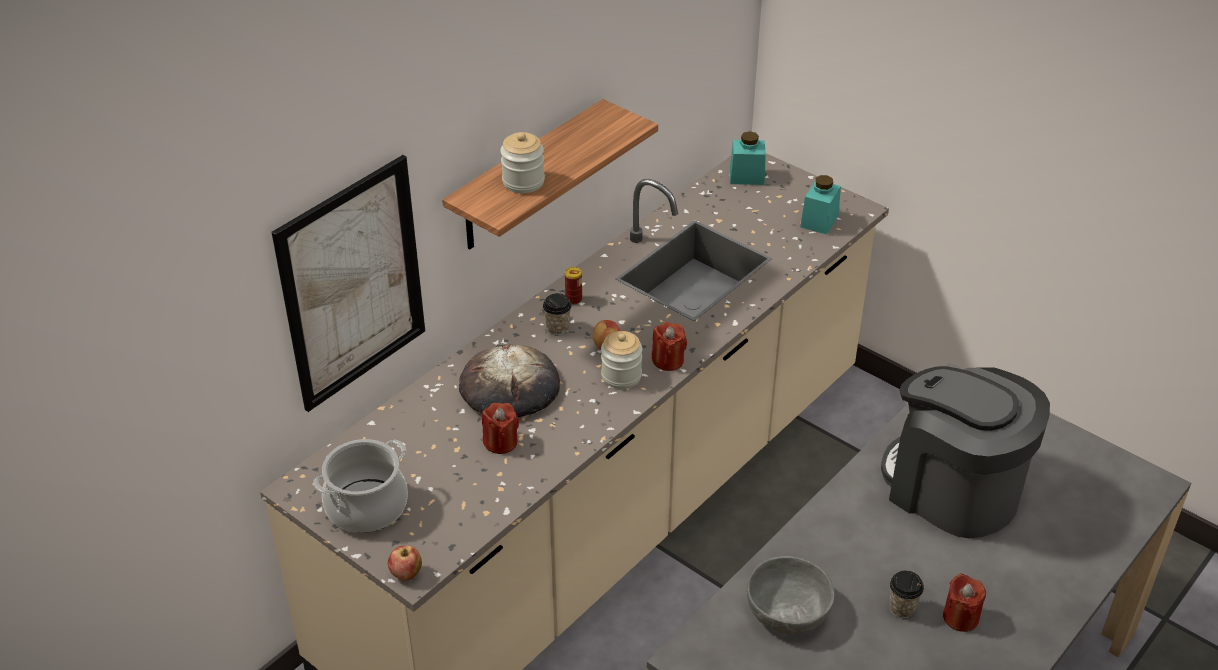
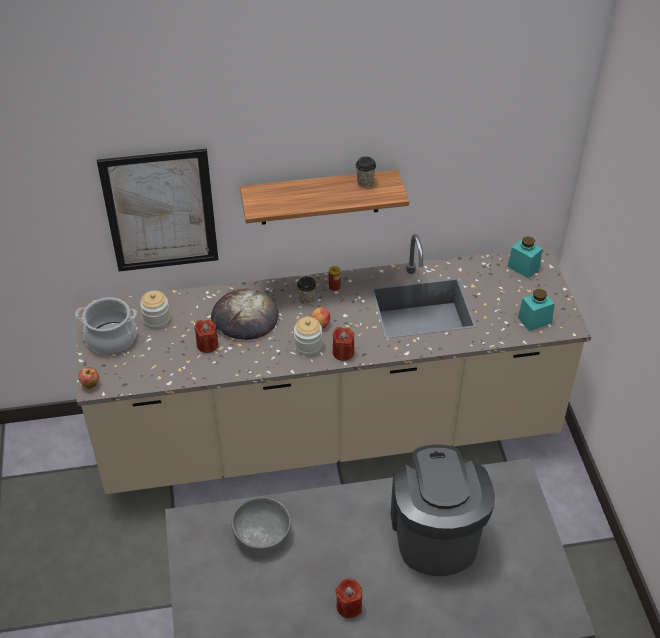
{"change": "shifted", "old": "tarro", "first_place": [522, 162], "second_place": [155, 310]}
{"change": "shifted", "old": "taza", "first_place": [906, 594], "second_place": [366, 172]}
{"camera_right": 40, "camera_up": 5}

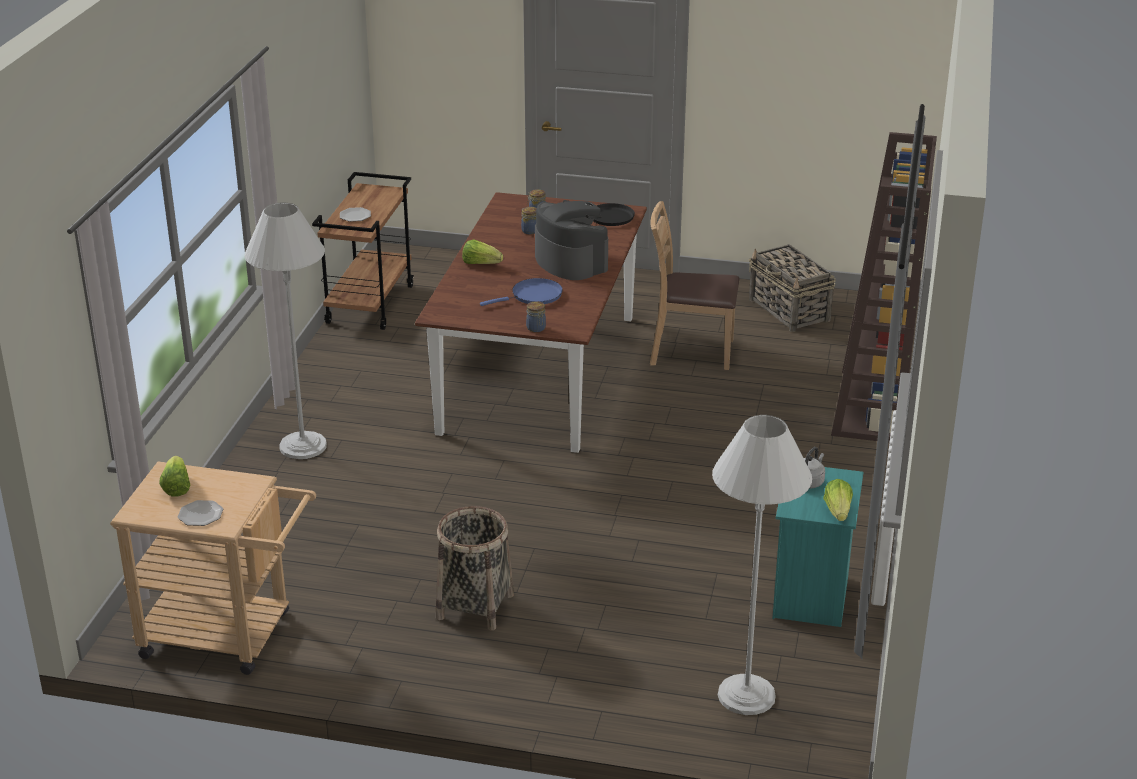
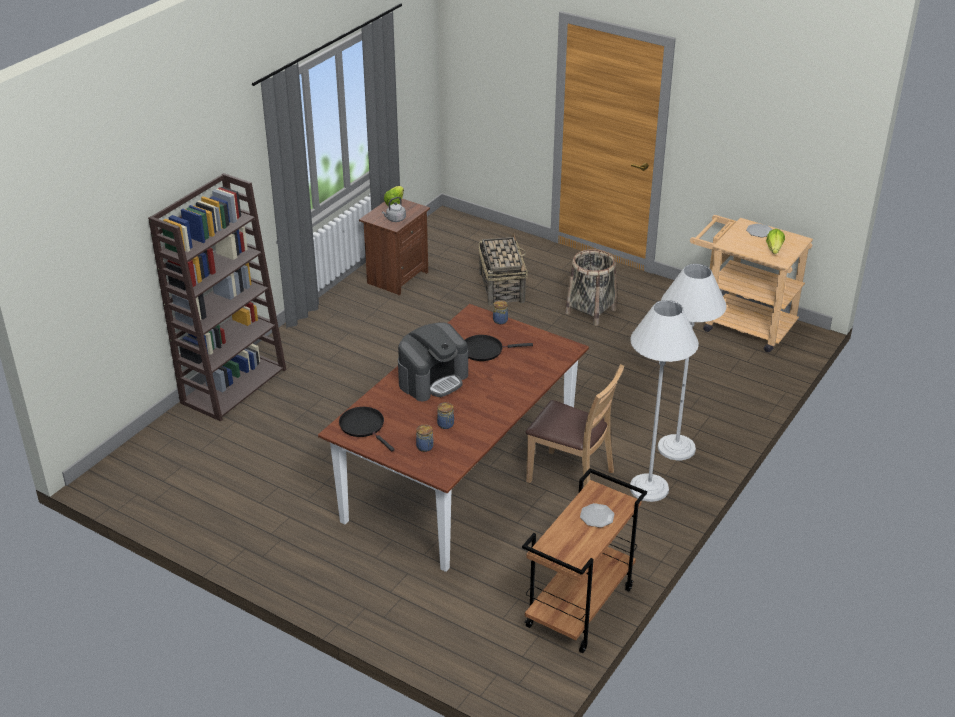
{"change": "gone", "old": "lechuga", "first_place": [482, 251]}
{"change": "repainted", "old": "sartén (azul)", "new": "sartén (negro)", "first_place": [521, 292], "second_place": [499, 348]}
{"change": "rotated", "old": "cafetera", "first_place": [571, 240], "second_place": [433, 361], "degrees": -120}
{"change": "shifted", "old": "silla (marrón)", "first_place": [694, 285], "second_place": [575, 425]}
{"change": "shifted", "old": "lámpara de pie (blanco)", "first_place": [762, 565], "second_place": [664, 401]}
{"change": "shifted", "old": "cesta", "first_place": [792, 288], "second_place": [503, 269]}
{"change": "repainted", "old": "mesita de noche (turquesa)", "new": "mesita de noche (marrón)", "first_place": [818, 547], "second_place": [394, 247]}
{"camera_right": -160, "camera_up": 5}

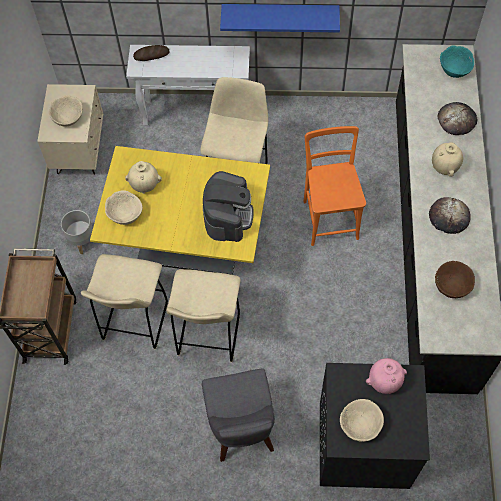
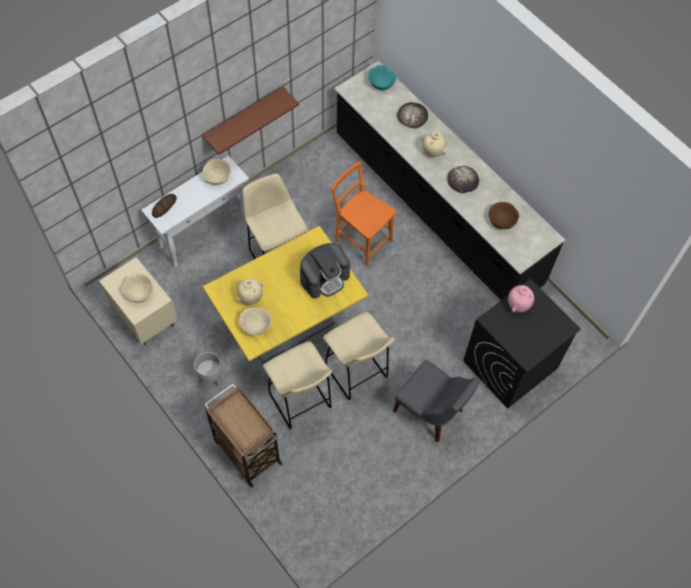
{"change": "rotated", "old": "cafetera", "first_place": [228, 206], "second_place": [325, 270], "degrees": 90}
{"change": "repainted", "old": "estante (azul)", "new": "estante (marrón)", "first_place": [280, 18], "second_place": [250, 121]}
{"change": "shifted", "old": "cuenco (beis)", "first_place": [362, 420], "second_place": [216, 172]}
{"camera_right": -45, "camera_up": 0}

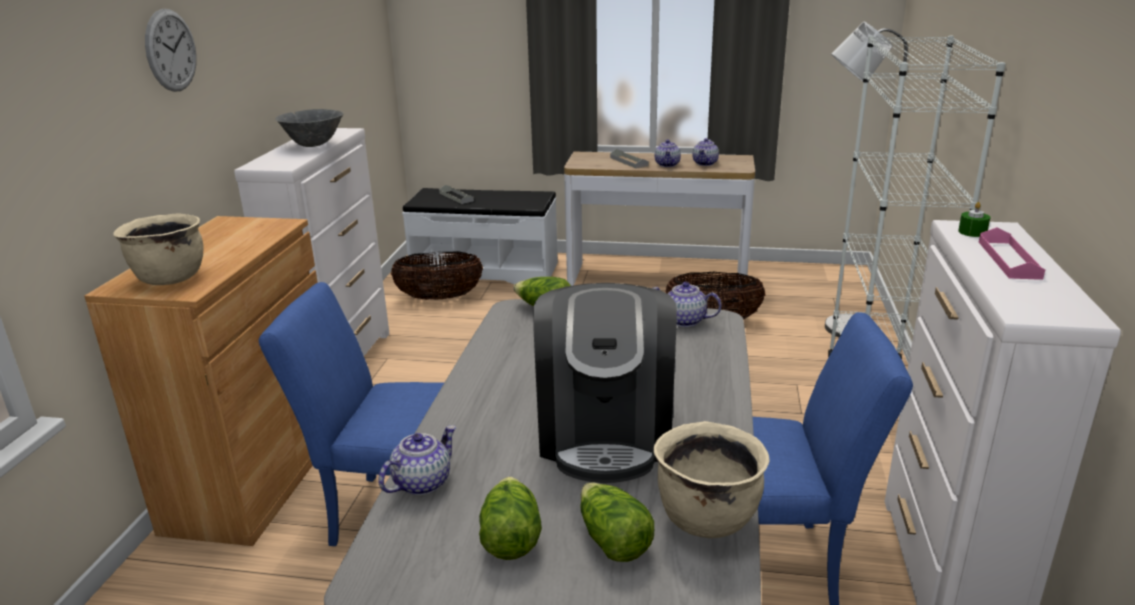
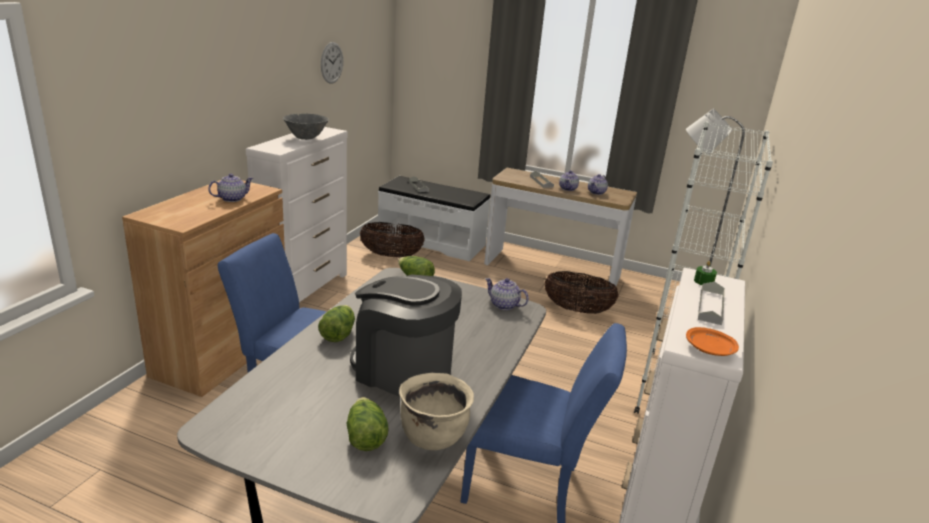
{"change": "gone", "old": "olla (beis)", "first_place": [158, 249]}
{"change": "shifted", "old": "reloj de pared", "first_place": [171, 50], "second_place": [332, 63]}
{"change": "shifted", "old": "tetera", "first_place": [417, 460], "second_place": [230, 188]}
{"change": "shifted", "old": "lechuga", "first_place": [510, 518], "second_place": [336, 323]}
{"change": "rotated", "old": "cafetera", "first_place": [605, 383], "second_place": [406, 335], "degrees": 105}
{"change": "repainted", "old": "bandeja (rosa)", "new": "bandeja (gris)", "first_place": [1012, 253], "second_place": [711, 303]}
{"change": "new", "new": "plato (naranja)", "second_place": [712, 341]}
{"camera_right": 10, "camera_up": 0}

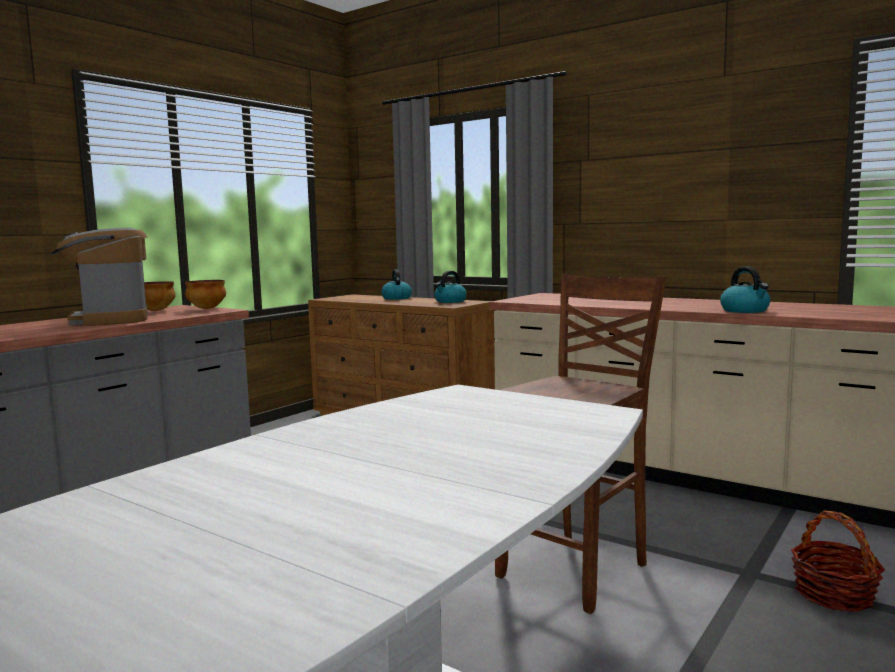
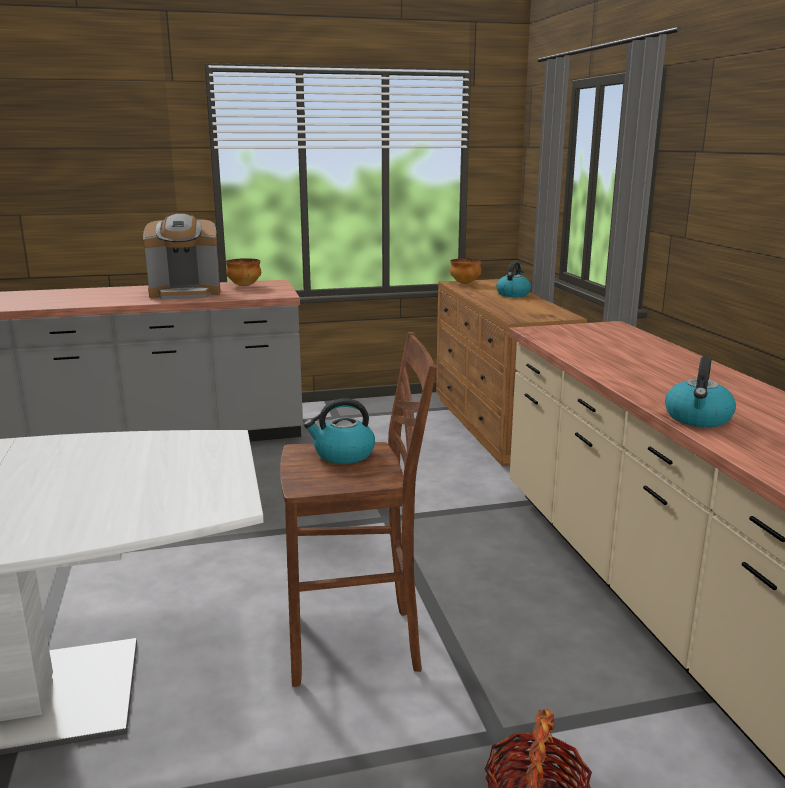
{"change": "rotated", "old": "cafetera", "first_place": [99, 277], "second_place": [181, 257], "degrees": -120}
{"change": "shifted", "old": "cuenco", "first_place": [205, 294], "second_place": [465, 271]}
{"change": "shifted", "old": "hervidor", "first_place": [450, 287], "second_place": [339, 431]}
{"camera_right": 40, "camera_up": 10}

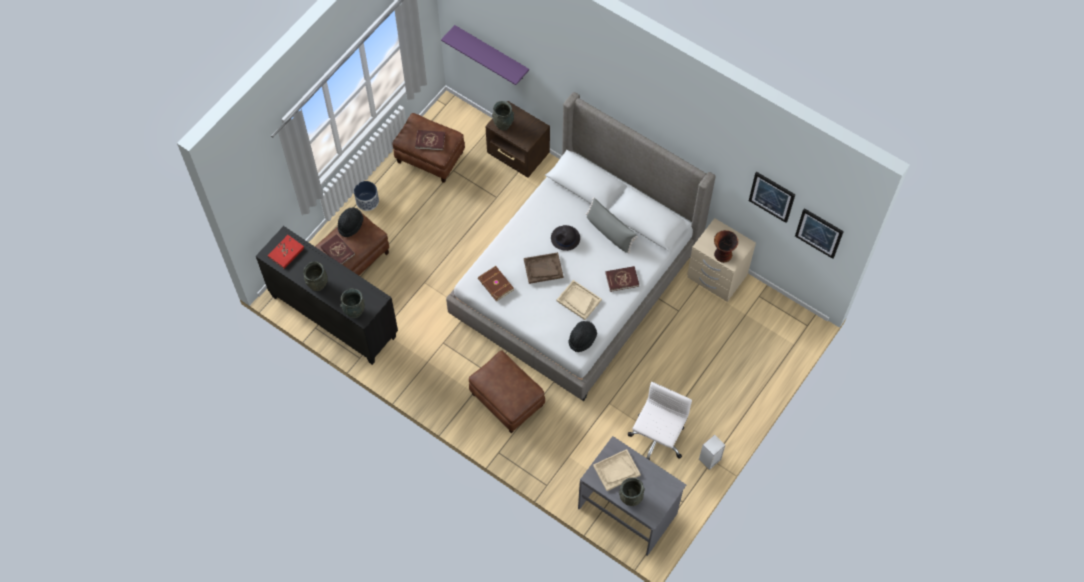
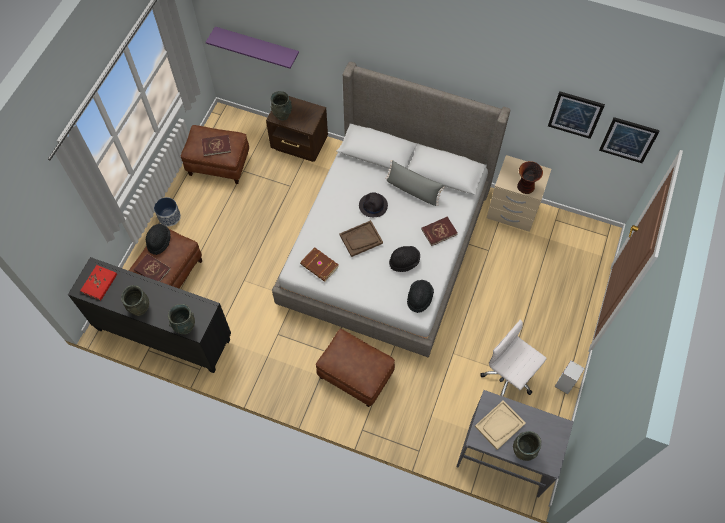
{"change": "swapped", "old": "bandeja (beis)", "new": "sombrero (negro)", "first_place": [579, 300], "second_place": [404, 259]}
{"change": "rotated", "old": "silla de oficina (blanco)", "first_place": [660, 421], "second_place": [514, 357], "degrees": -60}
{"camera_right": -15, "camera_up": 0}

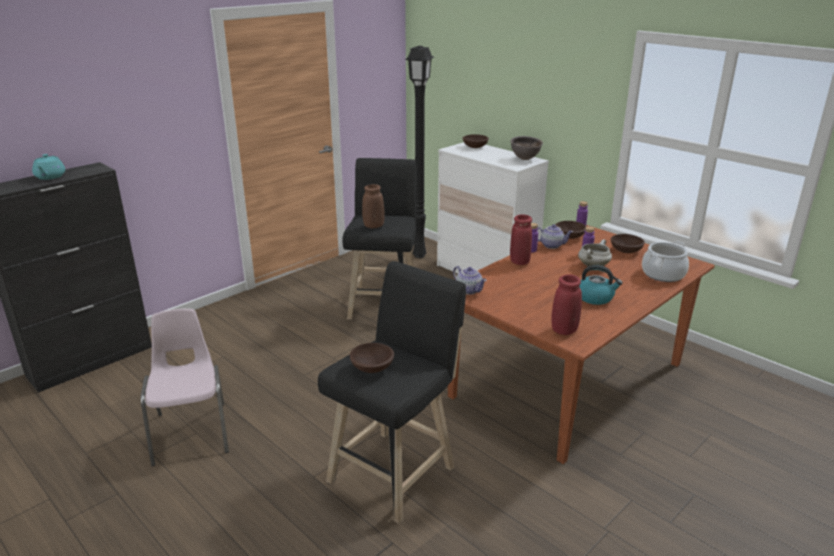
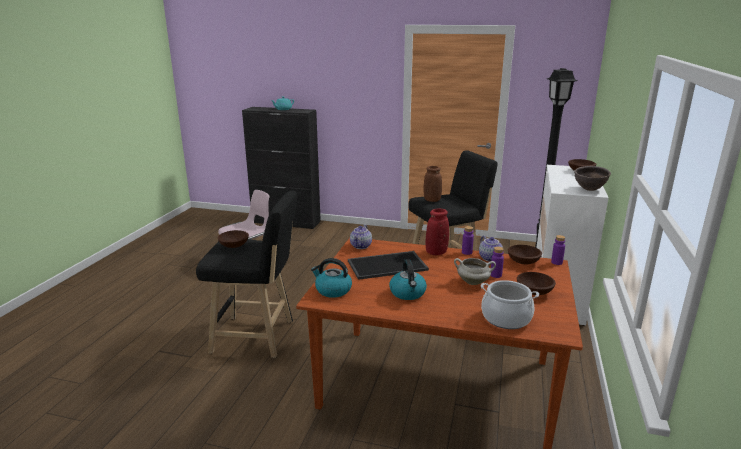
{"change": "swapped", "old": "florero (rojo)", "new": "hervidor", "first_place": [567, 304], "second_place": [331, 278]}
{"change": "new", "new": "bandeja", "second_place": [388, 265]}
{"camera_right": 60, "camera_up": -5}

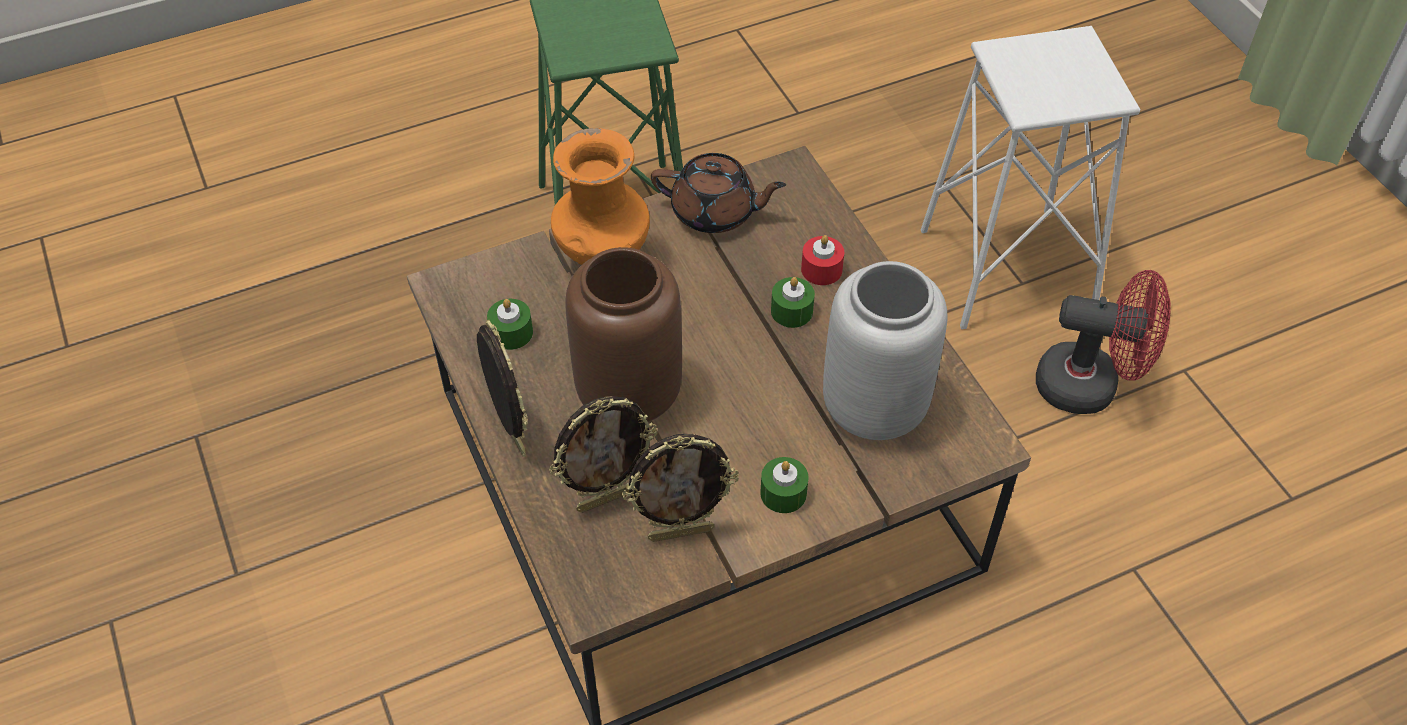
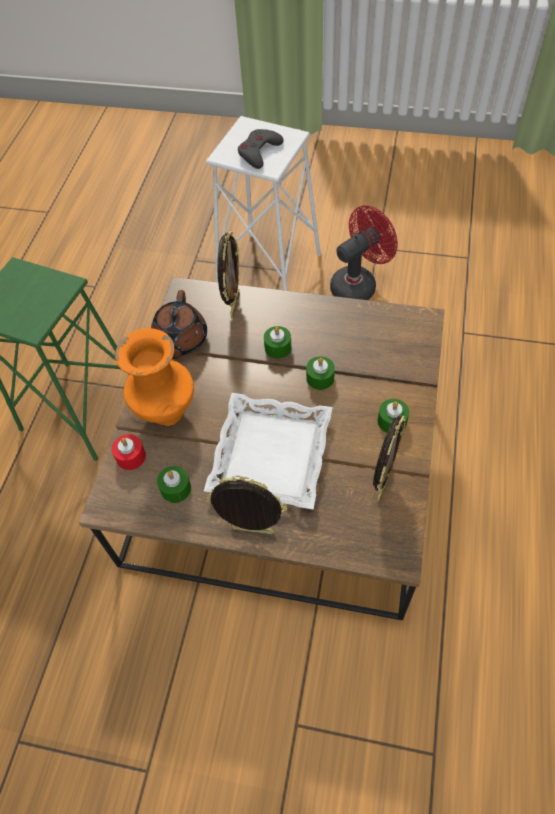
{"change": "shifted", "old": "portarretratos", "first_place": [603, 454], "second_place": [228, 274]}
{"change": "swapped", "old": "florero (marrón)", "new": "bandeja (blanco)", "first_place": [623, 334], "second_place": [268, 451]}
{"change": "rotated", "old": "tetera (marrón)", "first_place": [718, 193], "second_place": [179, 324], "degrees": 135}
{"change": "shifted", "old": "vela (rojo)", "first_place": [822, 260], "second_place": [129, 452]}
{"change": "gone", "old": "florero (gris)", "first_place": [885, 350]}
{"change": "new", "new": "mando de consola (gris)", "second_place": [261, 149]}
{"change": "new", "new": "vela (verde)", "second_place": [320, 373]}
{"camera_right": -50, "camera_up": 5}

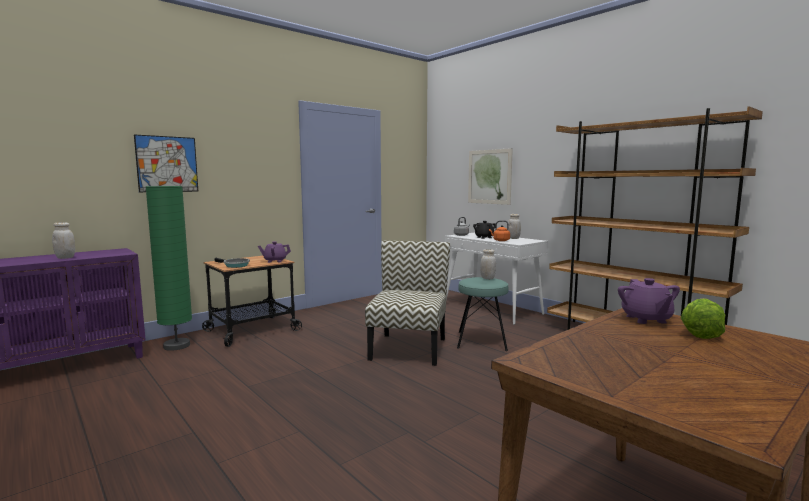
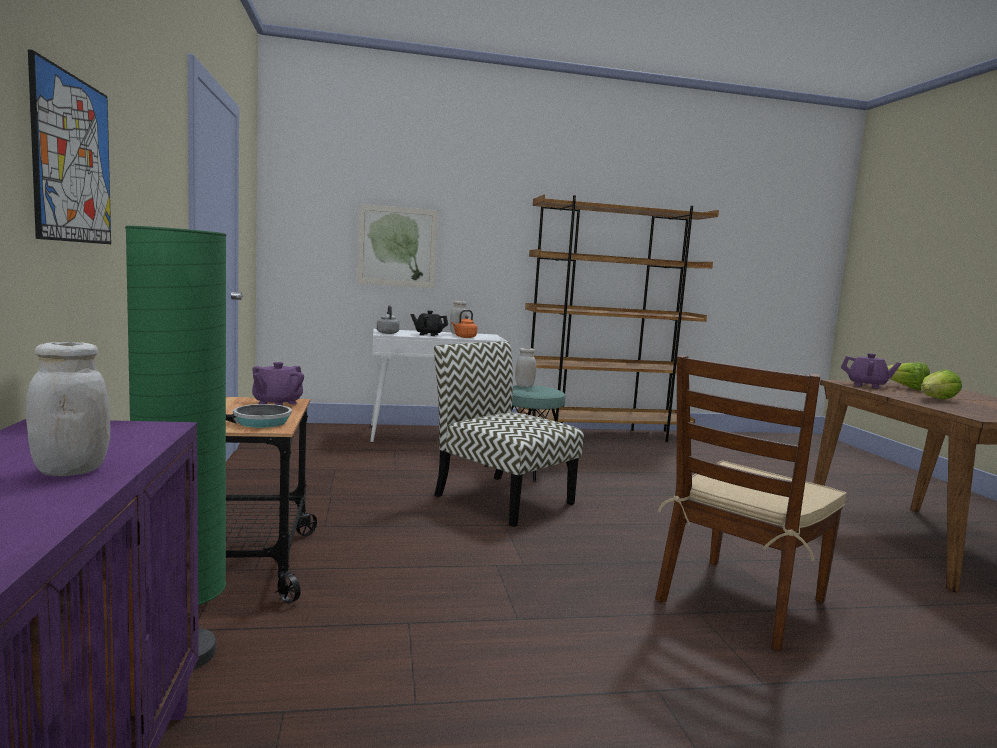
{"change": "new", "new": "silla (marrón)", "second_place": [751, 503]}
{"change": "new", "new": "lechuga", "second_place": [941, 384]}
{"camera_right": -60, "camera_up": 0}

